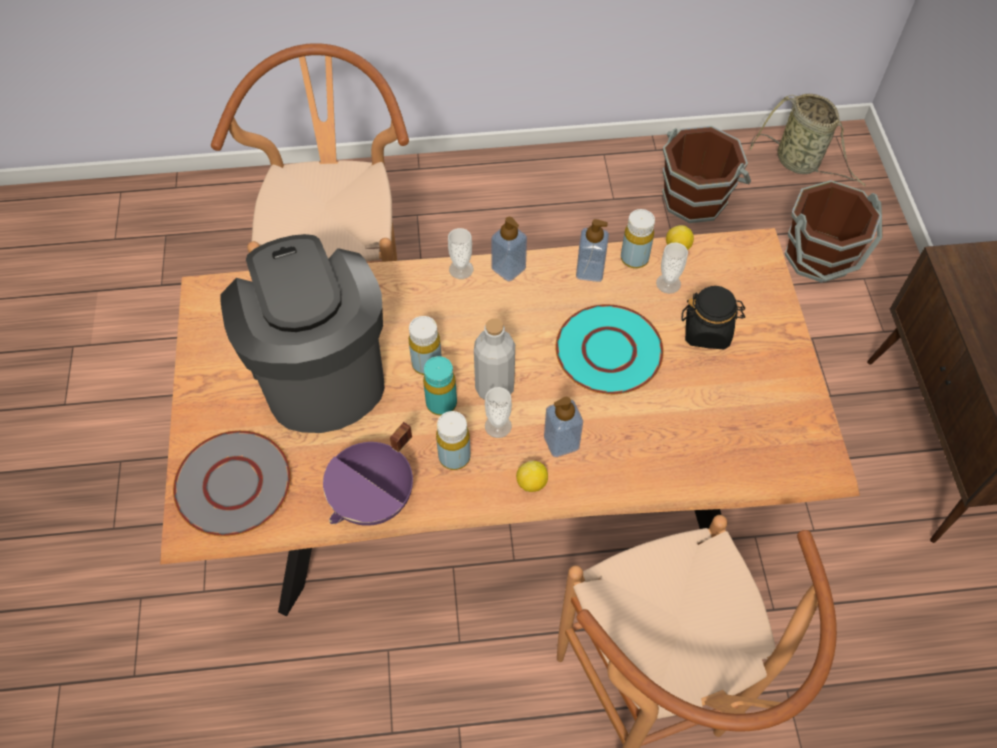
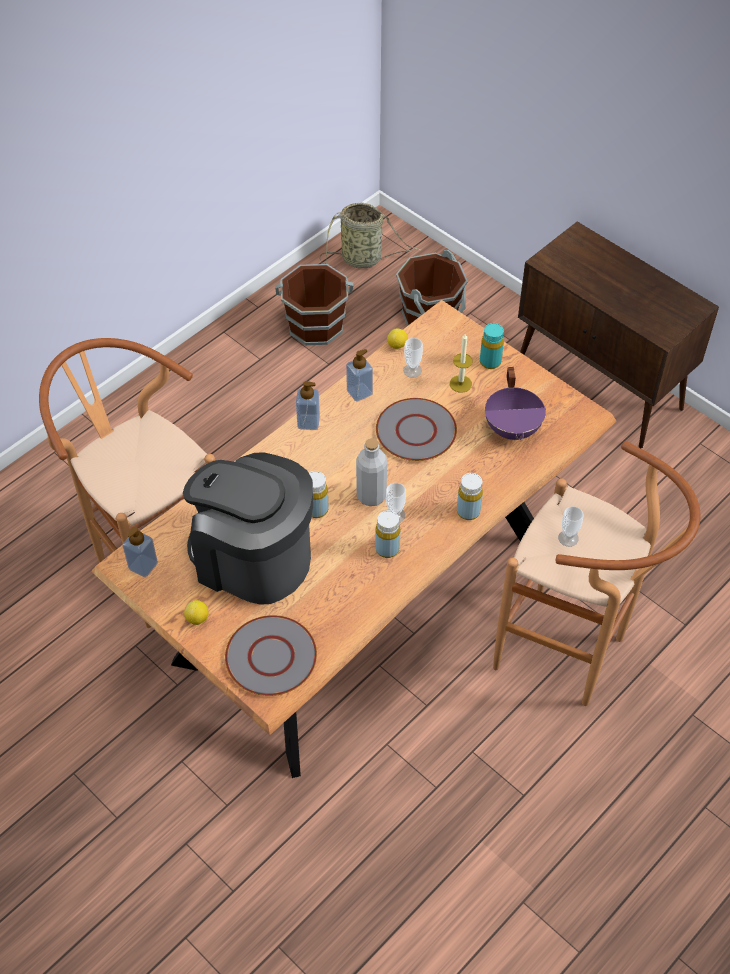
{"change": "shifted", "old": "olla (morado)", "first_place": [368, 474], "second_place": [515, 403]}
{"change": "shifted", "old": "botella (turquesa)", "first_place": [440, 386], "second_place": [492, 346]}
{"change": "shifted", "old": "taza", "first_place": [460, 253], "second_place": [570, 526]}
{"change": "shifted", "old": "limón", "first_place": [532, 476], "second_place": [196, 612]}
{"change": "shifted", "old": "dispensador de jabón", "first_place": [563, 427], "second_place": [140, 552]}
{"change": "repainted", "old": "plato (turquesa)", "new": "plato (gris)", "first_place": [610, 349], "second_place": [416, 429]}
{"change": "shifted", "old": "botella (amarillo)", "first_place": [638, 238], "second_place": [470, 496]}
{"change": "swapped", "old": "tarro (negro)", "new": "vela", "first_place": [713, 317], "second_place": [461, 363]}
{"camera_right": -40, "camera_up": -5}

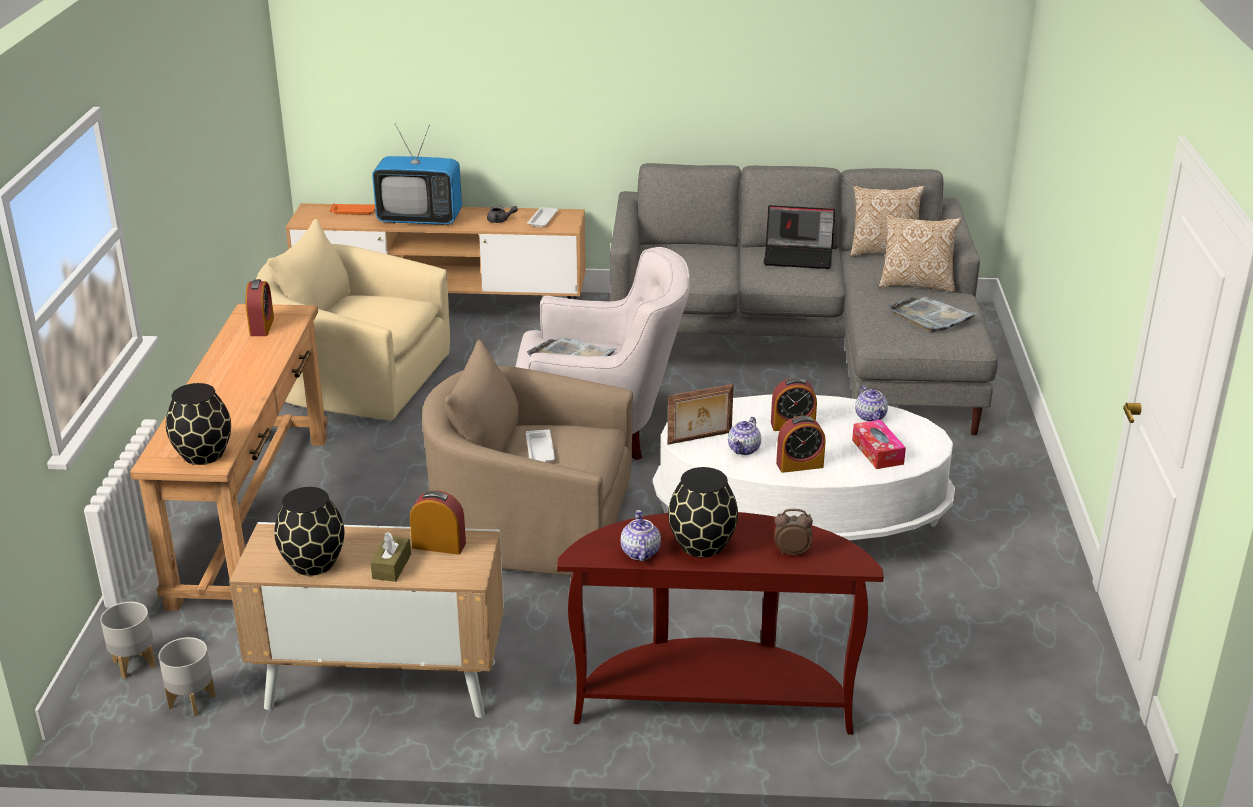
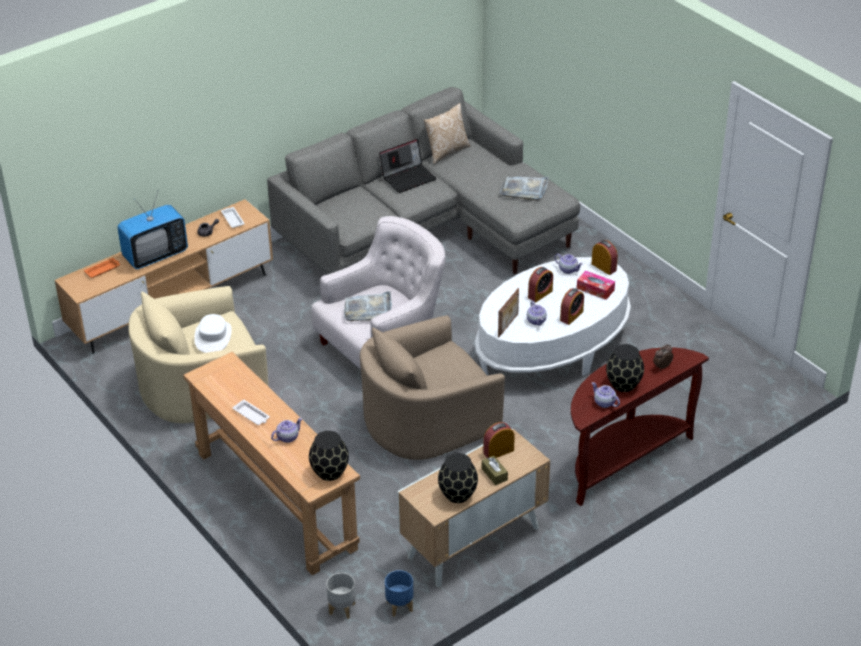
{"change": "repainted", "old": "maceta (gris)", "new": "maceta (azul)", "first_place": [187, 677], "second_place": [399, 593]}
{"change": "shifted", "old": "despertador", "first_place": [259, 307], "second_place": [605, 257]}
{"change": "shifted", "old": "bandeja (blanco)", "first_place": [540, 446], "second_place": [251, 412]}
{"change": "gone", "old": "cojín", "first_place": [920, 253]}
{"change": "new", "new": "sombrero (blanco)", "second_place": [213, 333]}
{"change": "new", "new": "tetera", "second_place": [287, 430]}
{"camera_right": -40, "camera_up": 10}

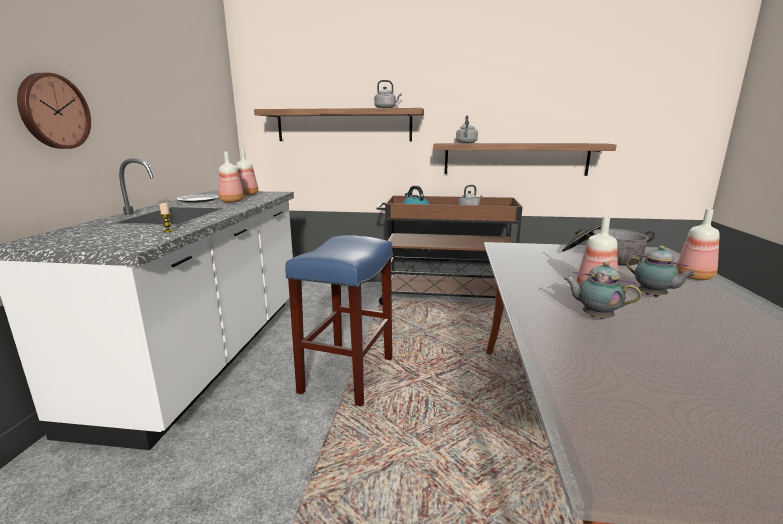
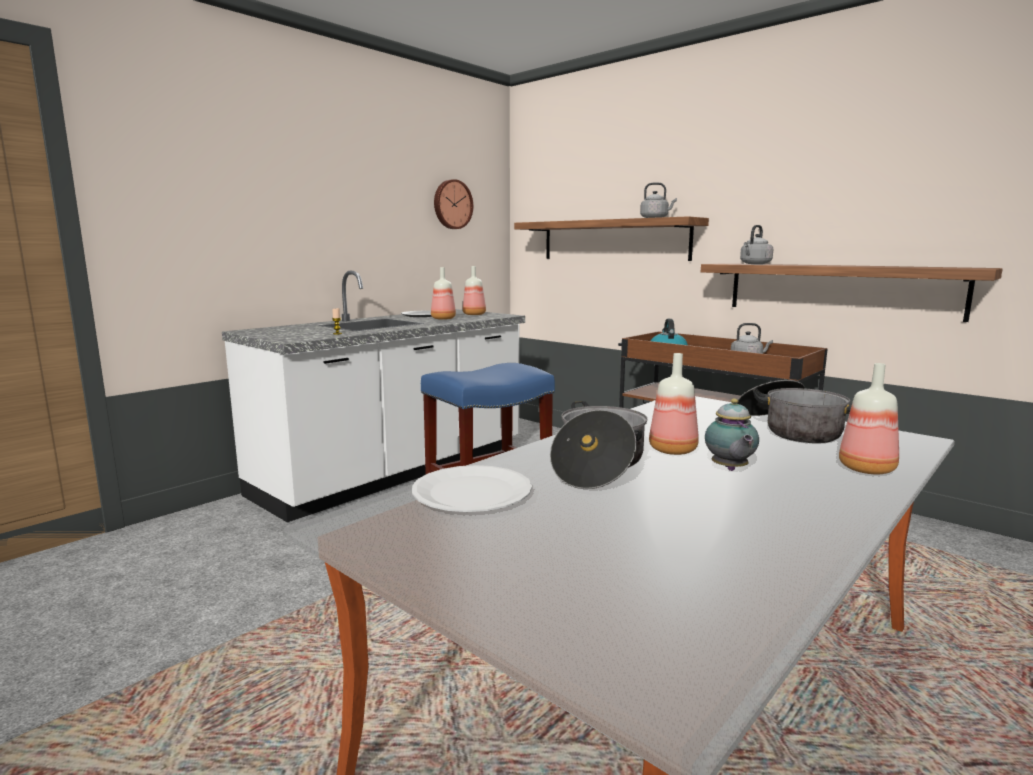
{"change": "shifted", "old": "reloj de pared", "first_place": [54, 111], "second_place": [453, 204]}
{"change": "swapped", "old": "tetera", "new": "olla", "first_place": [603, 290], "second_place": [599, 445]}
{"change": "new", "new": "plato (blanco)", "second_place": [472, 488]}
{"camera_right": 35, "camera_up": -5}

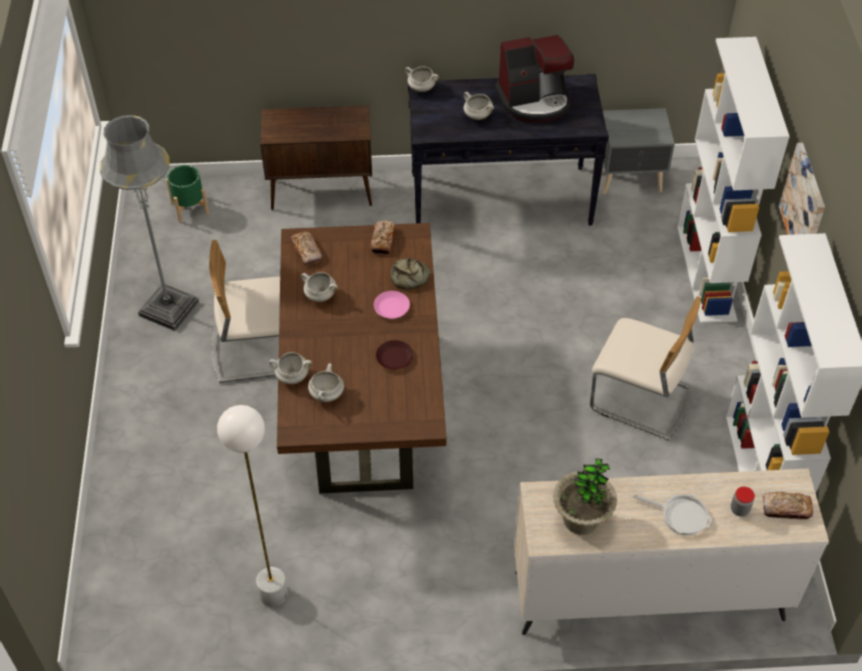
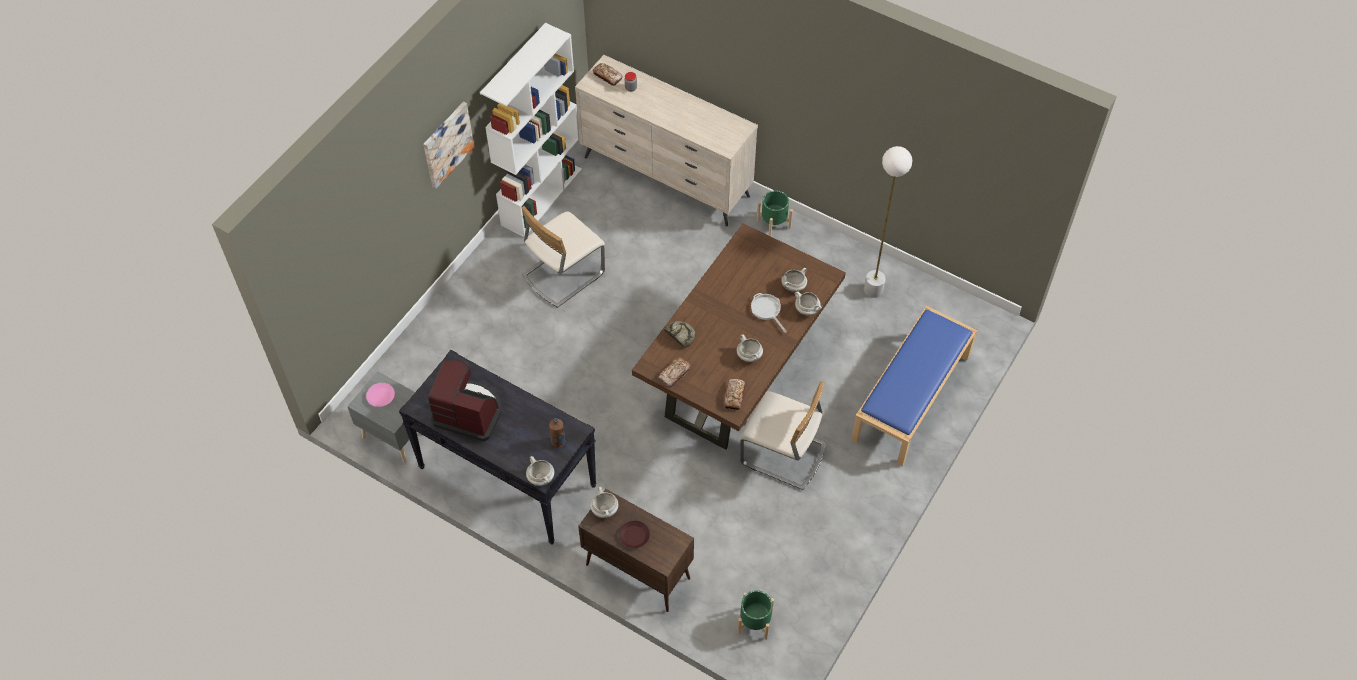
{"change": "gone", "old": "lámpara de pie (gris)", "first_place": [149, 223]}
{"change": "shifted", "old": "plato (rosa)", "first_place": [392, 305], "second_place": [380, 395]}
{"change": "shifted", "old": "plato (marrón)", "first_place": [394, 355], "second_place": [634, 534]}
{"change": "shifted", "old": "olla (blanco)", "first_place": [479, 106], "second_place": [604, 502]}
{"change": "gone", "old": "planta en maceta", "first_place": [585, 496]}
{"change": "rotated", "old": "silla (beis)", "first_place": [645, 368], "second_place": [563, 257], "degrees": -105}
{"change": "shifted", "old": "sartén", "first_place": [672, 515], "second_place": [769, 313]}
{"change": "gone", "old": "estantería (blanco)", "first_place": [733, 180]}
{"change": "new", "new": "botella (marrón)", "second_place": [557, 432]}
{"change": "new", "new": "maceta (verde)", "second_place": [775, 213]}
{"change": "new", "new": "banco (azul)", "second_place": [914, 386]}
{"camera_right": -145, "camera_up": 5}

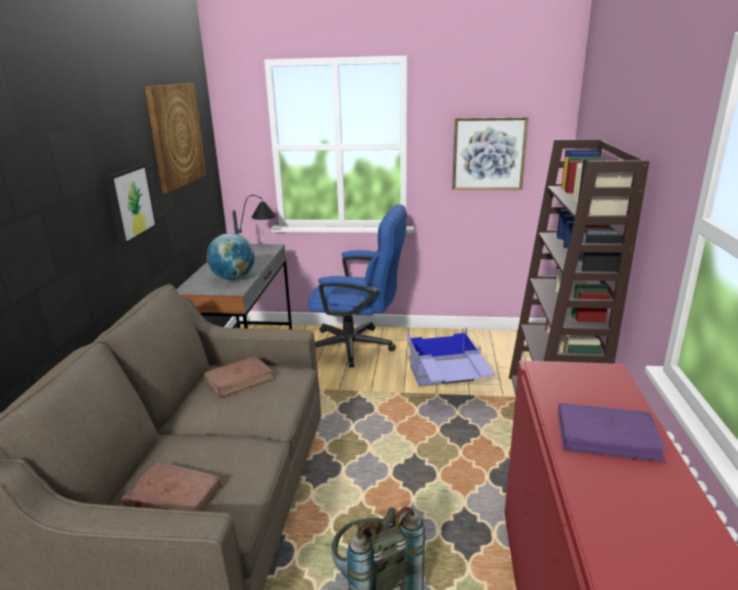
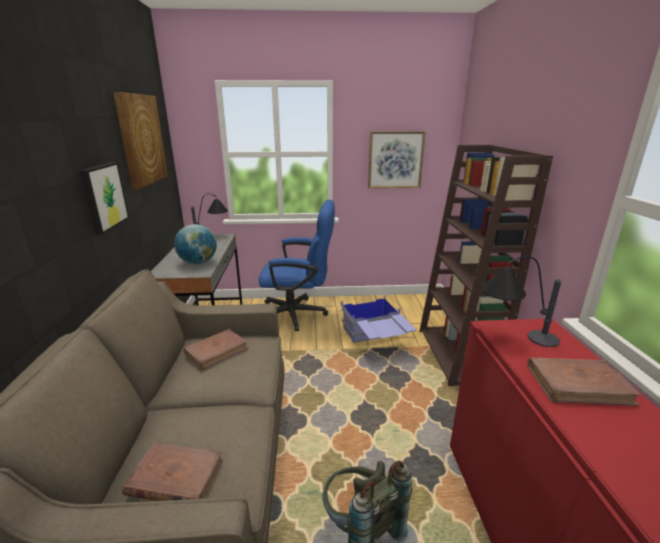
{"change": "repainted", "old": "libro (morado)", "new": "libro (marrón)", "first_place": [612, 433], "second_place": [584, 381]}
{"change": "new", "new": "lámpara de mesa", "second_place": [521, 301]}
{"camera_right": -10, "camera_up": 0}

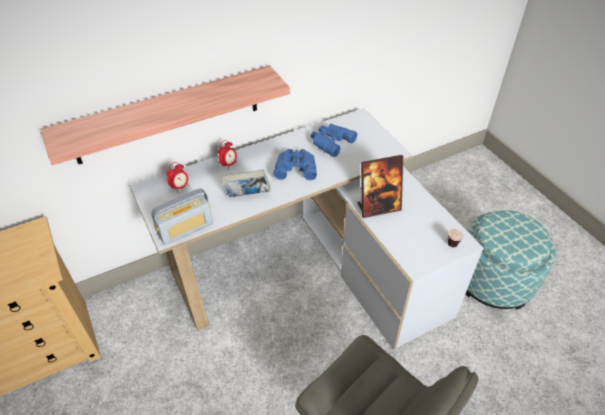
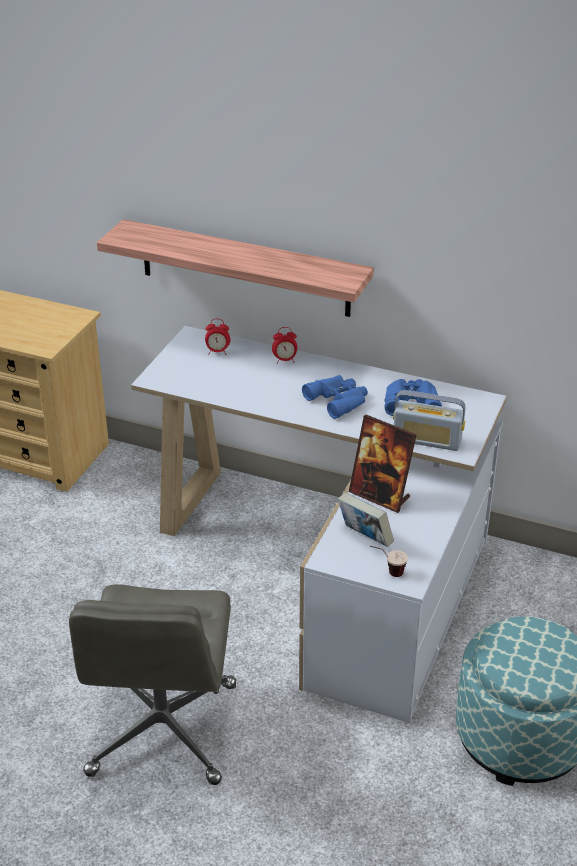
{"change": "shifted", "old": "radio", "first_place": [182, 216], "second_place": [429, 420]}
{"change": "shifted", "old": "libro", "first_place": [246, 183], "second_place": [366, 520]}
{"camera_right": 50, "camera_up": -10}

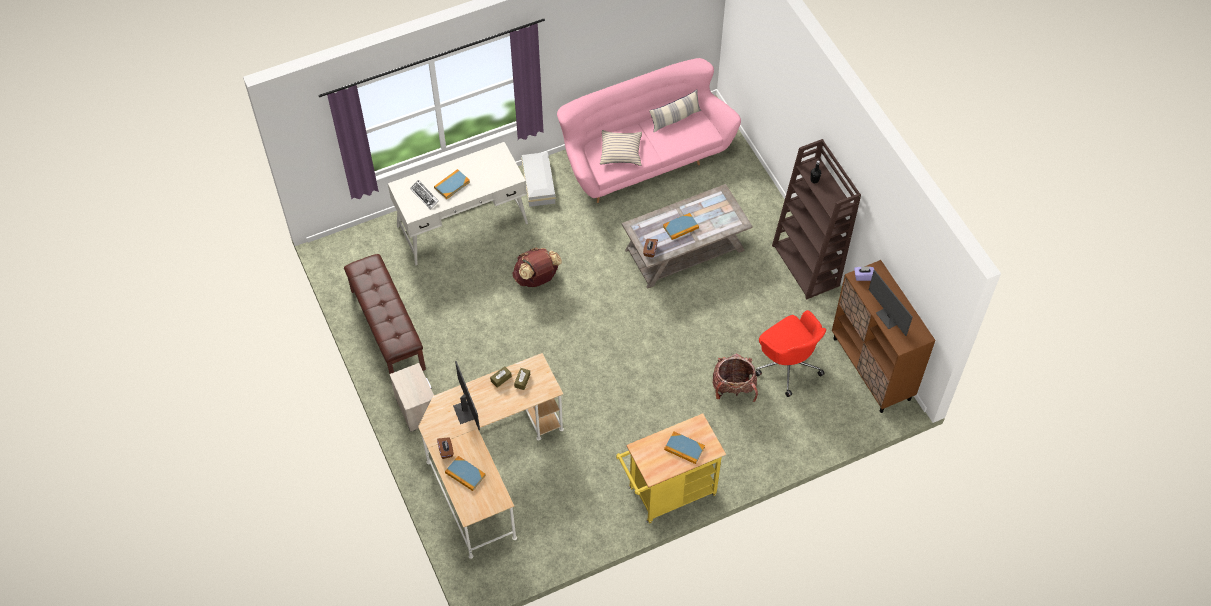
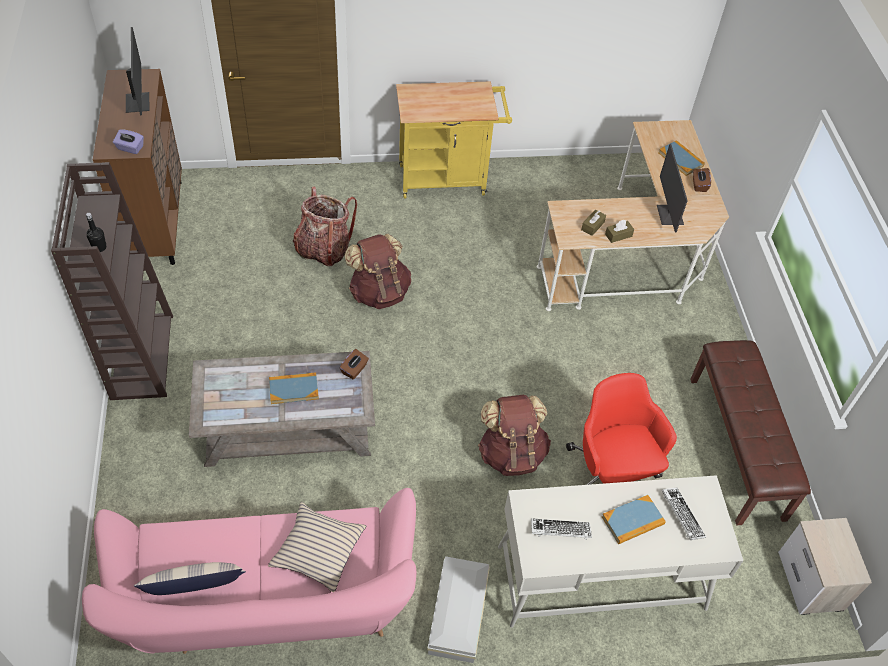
{"change": "shifted", "old": "mesita de noche", "first_place": [412, 397], "second_place": [825, 566]}
{"change": "gone", "old": "libro", "first_place": [684, 448]}
{"change": "shifted", "old": "silla de oficina (rojo)", "first_place": [790, 353], "second_place": [621, 429]}
{"change": "new", "new": "mochila (marrón)", "second_place": [378, 271]}
{"change": "new", "new": "teclado", "second_place": [561, 528]}
{"camera_right": -165, "camera_up": -5}

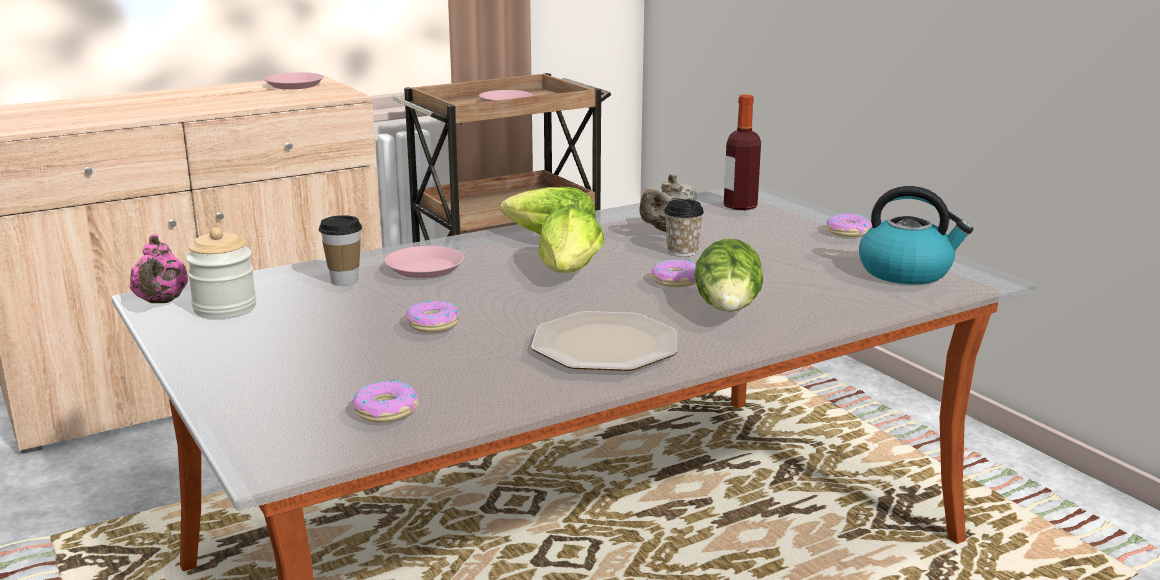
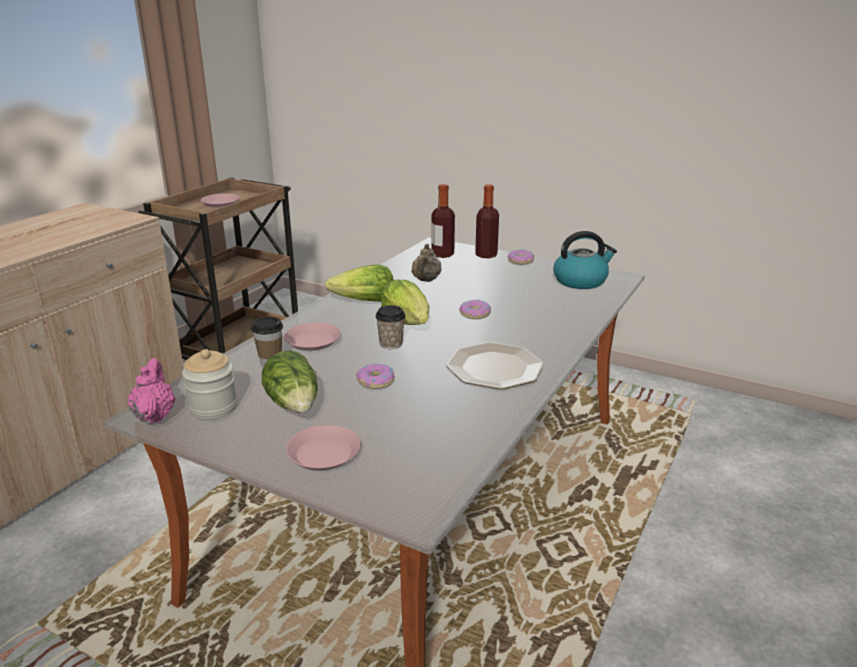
{"change": "rotated", "old": "tetera (rosa)", "first_place": [159, 268], "second_place": [151, 391], "degrees": -150}
{"change": "shifted", "old": "plato (rosa)", "first_place": [294, 80], "second_place": [323, 447]}
{"change": "gone", "old": "rosquilla", "first_place": [385, 401]}
{"change": "shifted", "old": "taza", "first_place": [684, 228], "second_place": [390, 327]}
{"change": "shifted", "old": "lechuga", "first_place": [729, 275], "second_place": [290, 381]}
{"change": "new", "new": "botella", "second_place": [487, 221]}
{"camera_right": -30, "camera_up": 5}

